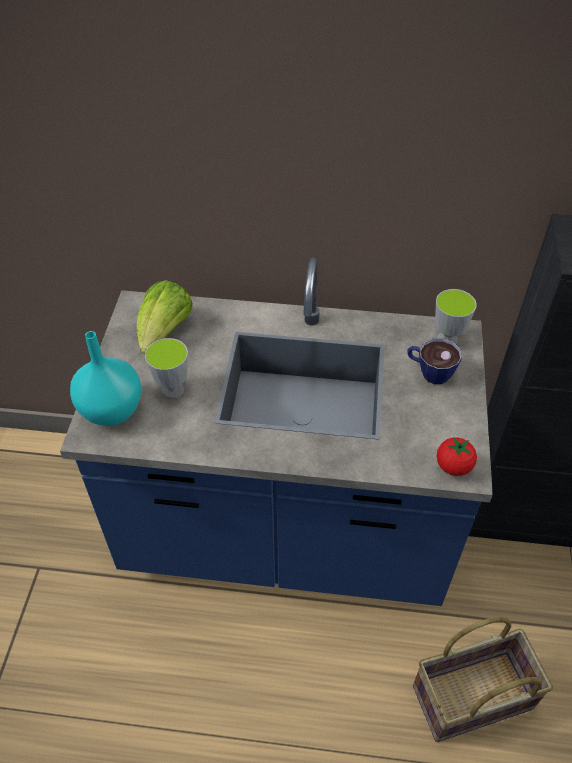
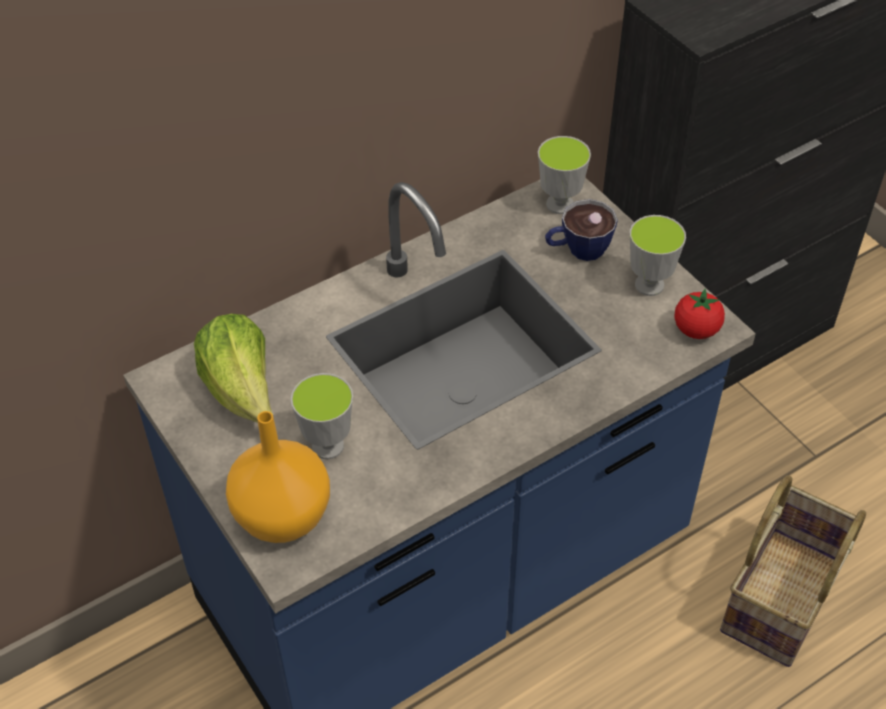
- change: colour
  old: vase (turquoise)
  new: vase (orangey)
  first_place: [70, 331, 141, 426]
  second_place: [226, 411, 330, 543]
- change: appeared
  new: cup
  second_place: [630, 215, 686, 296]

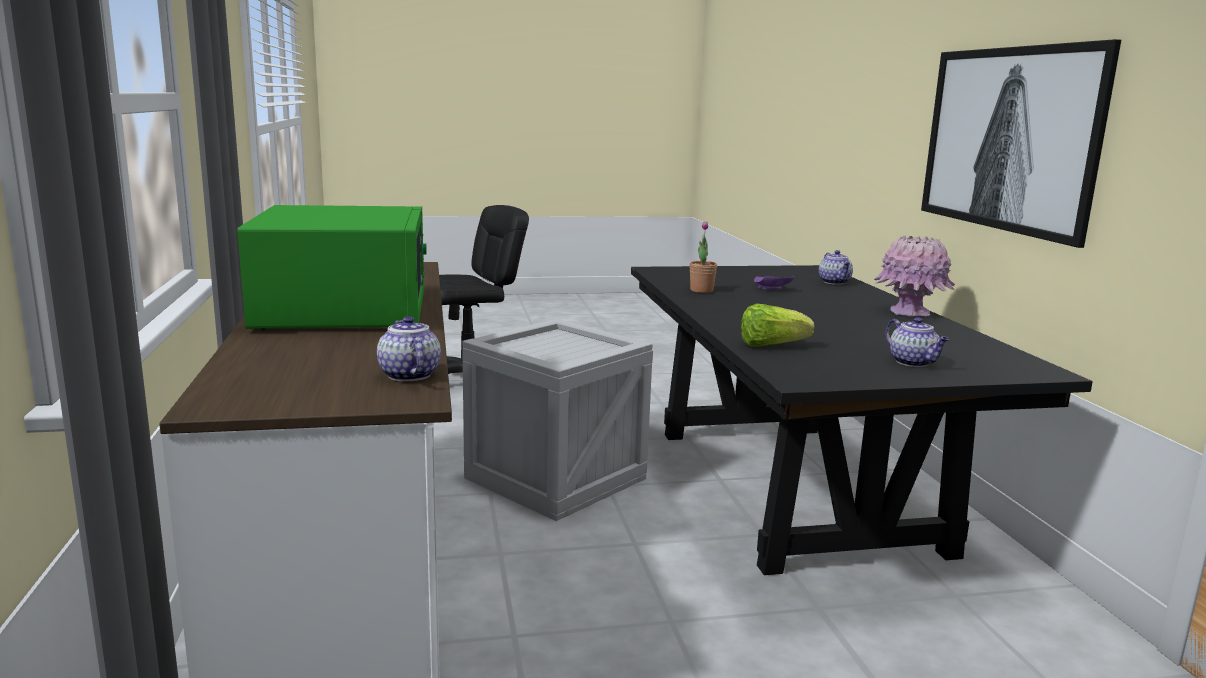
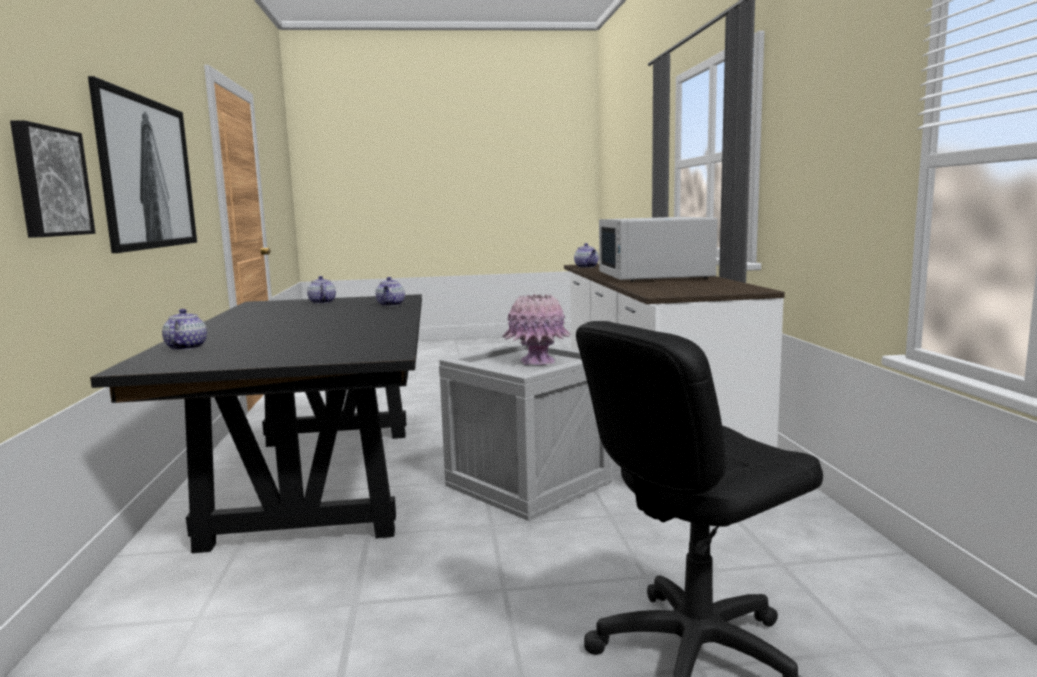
- change: appeared
  new: picture
  second_place: [10, 120, 95, 238]
- change: exchanged
  old: lettuce
  new: pot for tea
  first_place: [741, 304, 815, 347]
  second_place: [376, 277, 405, 306]
- change: relocated
  old: vase (pink)
  first_place: [874, 236, 955, 317]
  second_place: [502, 294, 572, 365]
- change: colour
  old: microwave (green-coloured)
  new: microwave (white-coloured)
  first_place: [237, 205, 427, 330]
  second_place: [599, 217, 717, 282]
- change: missing
  old: houseplant
  first_place: [689, 221, 717, 293]
- change: missing
  old: dinner plate (purple-coloured)
  first_place: [754, 276, 795, 290]

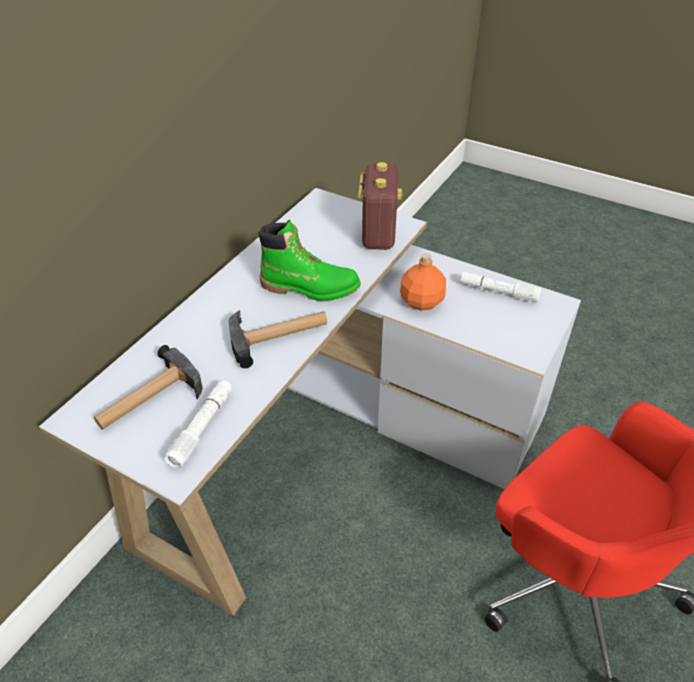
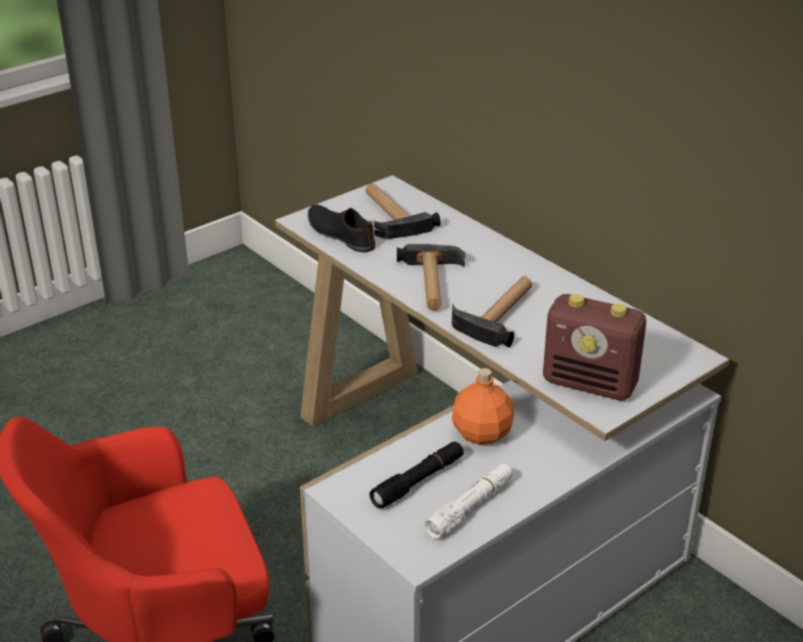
- change: exchanged
  old: hand torch (white-coloured)
  new: low shoe (blackish)
  first_place: [164, 381, 232, 469]
  second_place: [308, 204, 376, 252]
- change: appeared
  new: hand torch (blackish)
  second_place: [370, 442, 464, 509]
- change: exchanged
  old: high-top boot (green-coloured)
  new: hand hammer
  first_place: [258, 220, 361, 301]
  second_place: [452, 276, 532, 347]

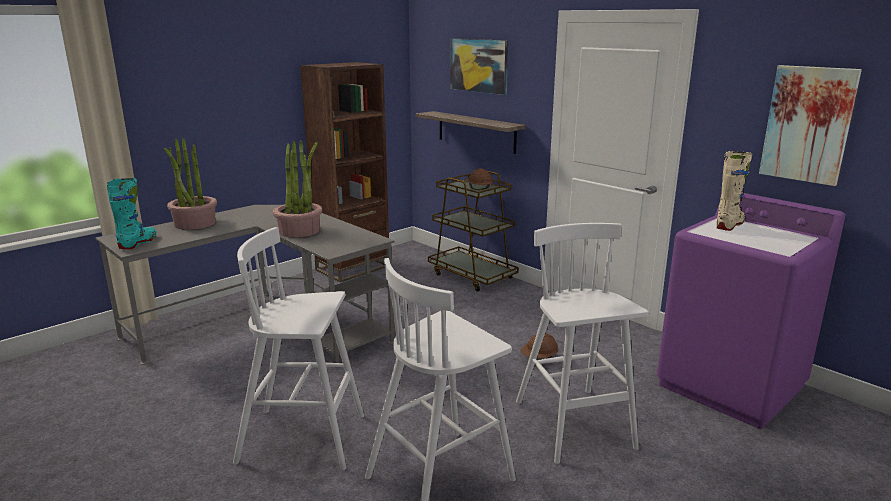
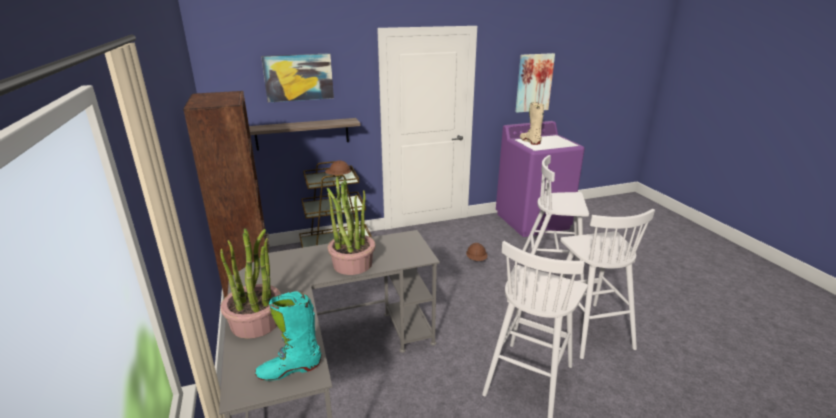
- change: spun
  old: high-top boot (turquoise)
  first_place: [107, 178, 157, 249]
  second_place: [255, 292, 322, 381]
  degrees: -60

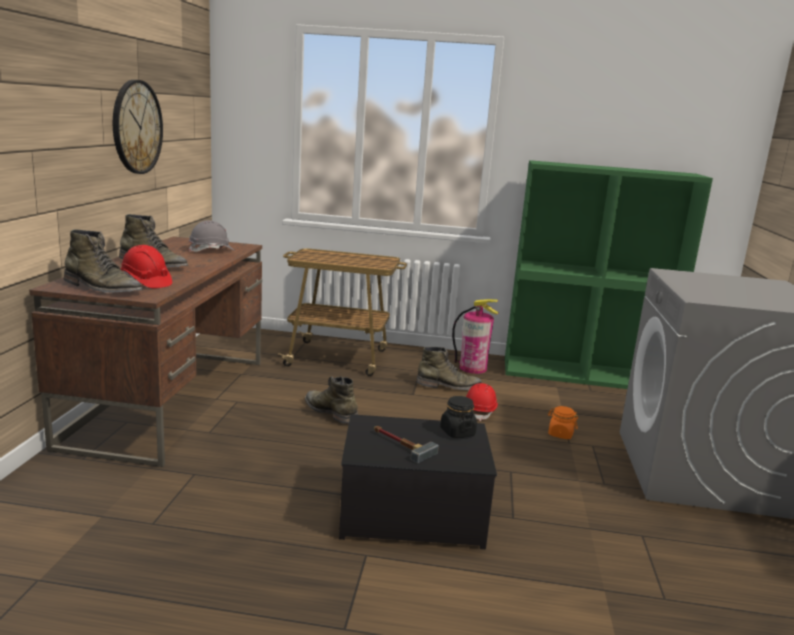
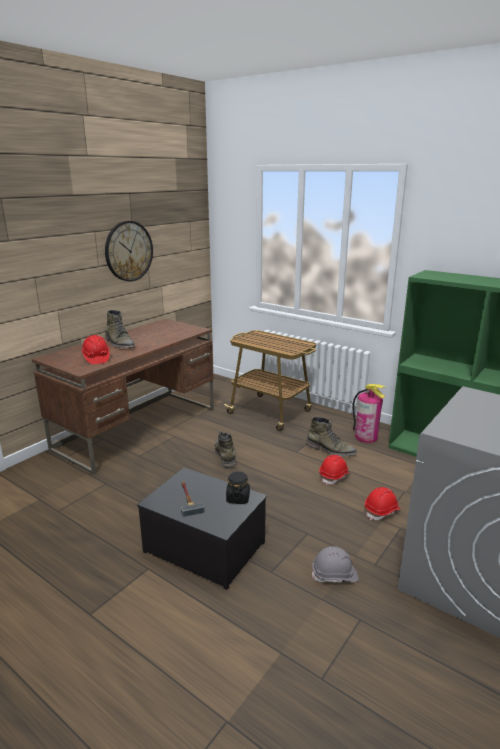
- change: relocated
  old: work helmet (grey)
  first_place: [189, 220, 234, 252]
  second_place: [312, 546, 358, 583]
- change: exchanged
  old: preserve jar (orangey)
  new: work helmet (red)
  first_place: [548, 406, 578, 439]
  second_place: [365, 487, 400, 520]
- change: missing
  old: high-top boot (green-coloured)
  first_place: [64, 229, 143, 293]

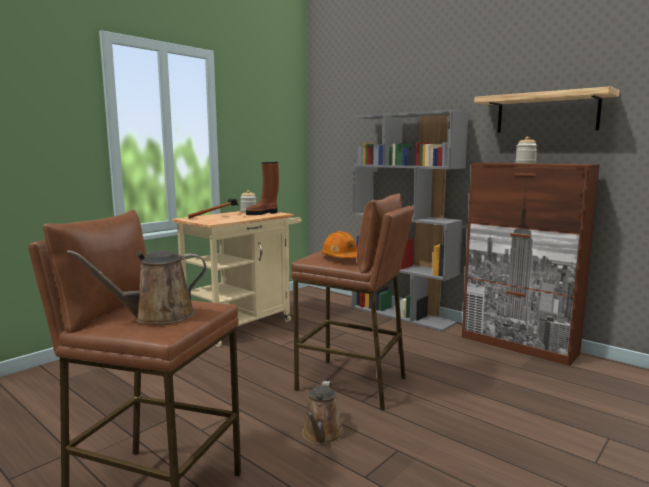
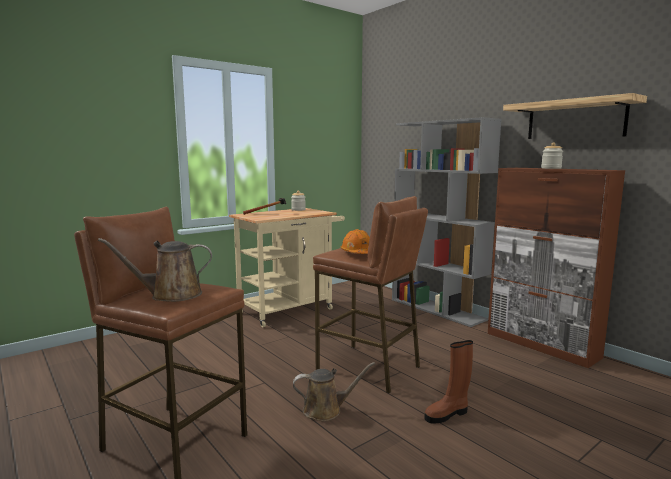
- change: spun
  old: sprinkling can (brownish)
  first_place: [302, 381, 344, 445]
  second_place: [293, 362, 375, 421]
  degrees: -120
- change: relocated
  old: high-top boot (brownish)
  first_place: [246, 162, 279, 215]
  second_place: [424, 340, 473, 424]

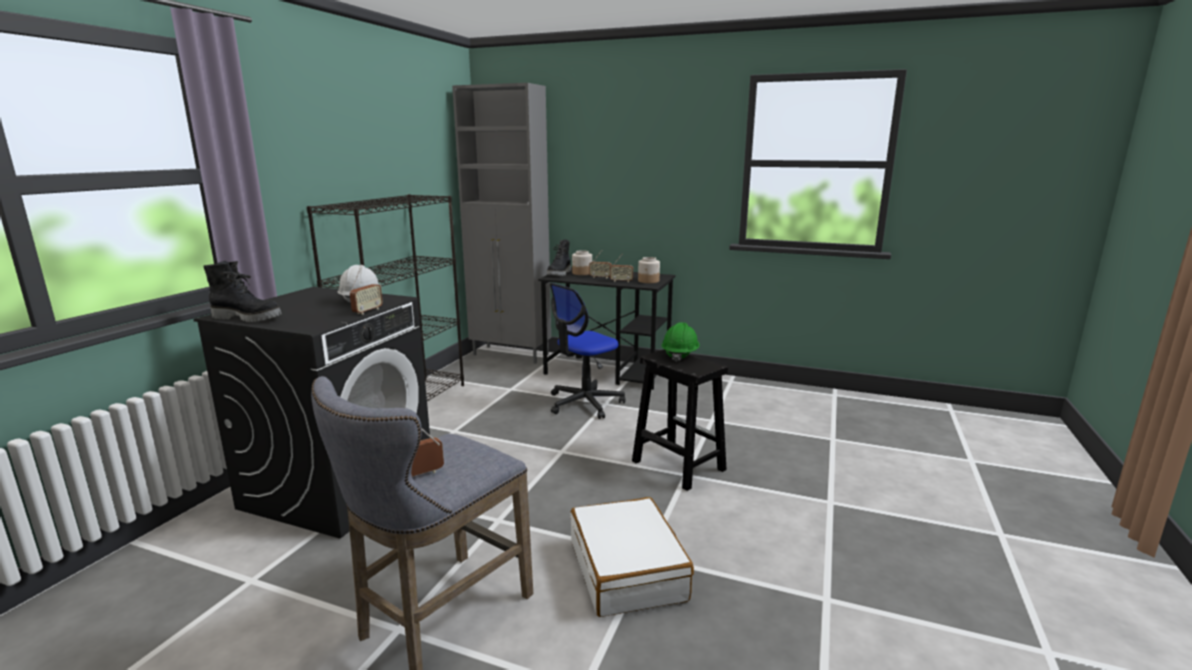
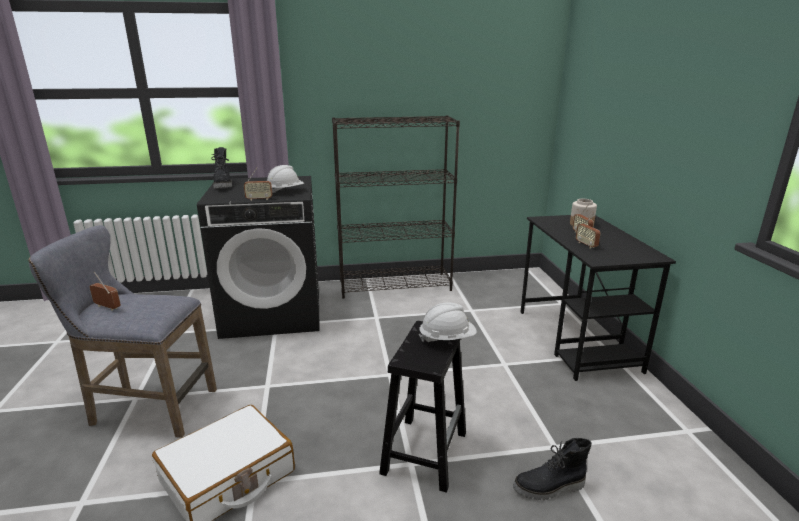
- change: colour
  old: work helmet (green-coloured)
  new: work helmet (white-coloured)
  first_place: [662, 322, 699, 362]
  second_place: [419, 302, 477, 342]
- change: relocated
  old: high-top boot (blackish)
  first_place: [547, 239, 571, 276]
  second_place: [513, 438, 592, 500]
- change: missing
  old: storage cabinet (grey)
  first_place: [452, 83, 551, 364]
- change: missing
  old: desk chair
  first_place: [550, 283, 625, 419]
- change: missing
  old: preserve jar
  first_place: [638, 257, 660, 283]

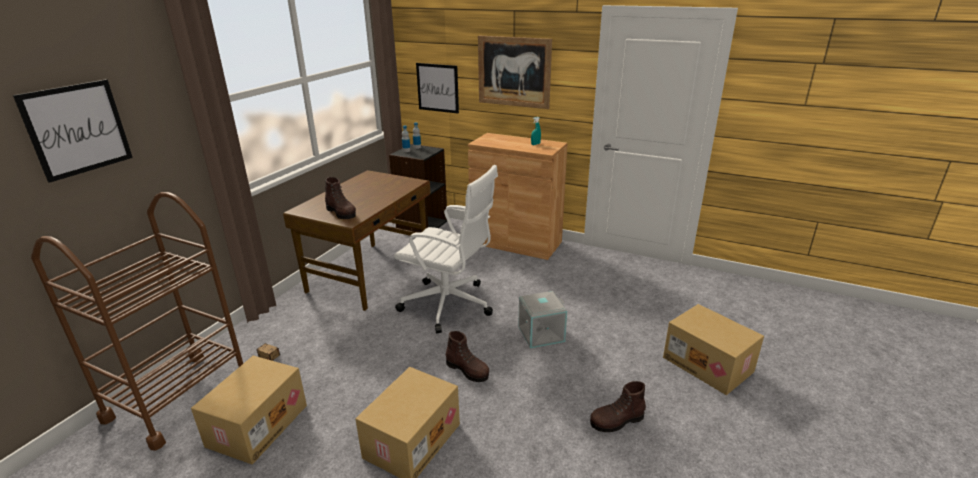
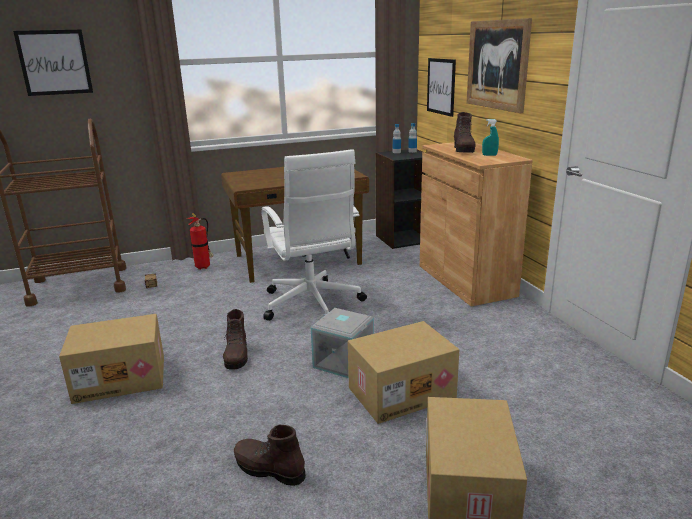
- change: appeared
  new: extinguisher
  second_place: [187, 213, 213, 270]
- change: relocated
  old: packing box
  first_place: [191, 356, 307, 464]
  second_place: [348, 321, 459, 424]
- change: relocated
  old: high-top boot (brownish)
  first_place: [325, 177, 356, 219]
  second_place: [453, 112, 476, 153]

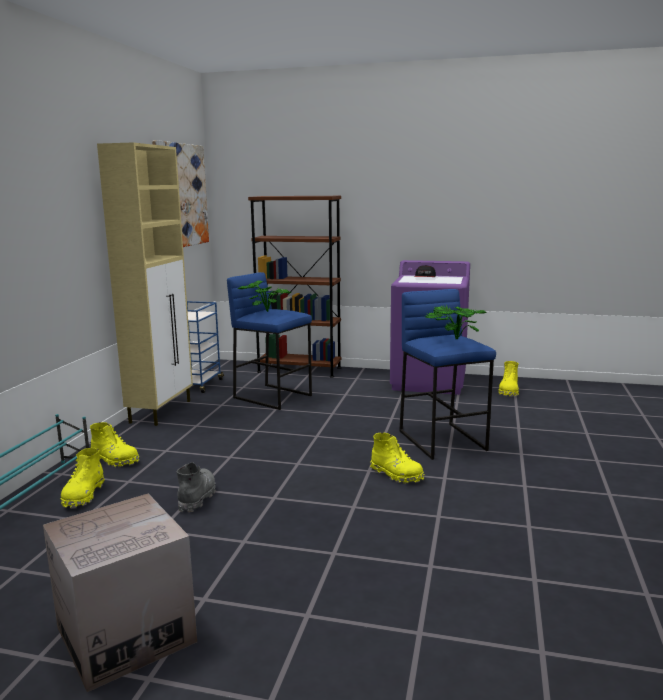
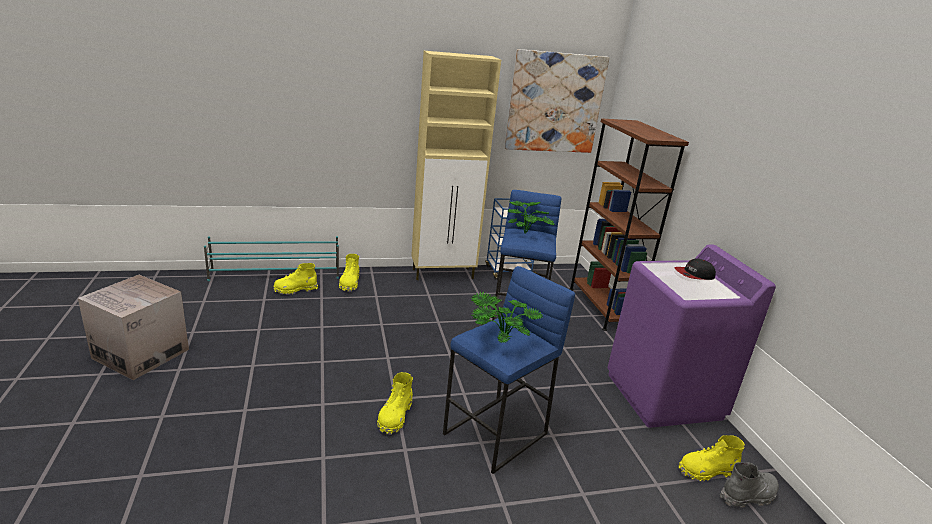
- change: relocated
  old: high-top boot (grey)
  first_place: [177, 462, 216, 512]
  second_place: [720, 462, 779, 508]

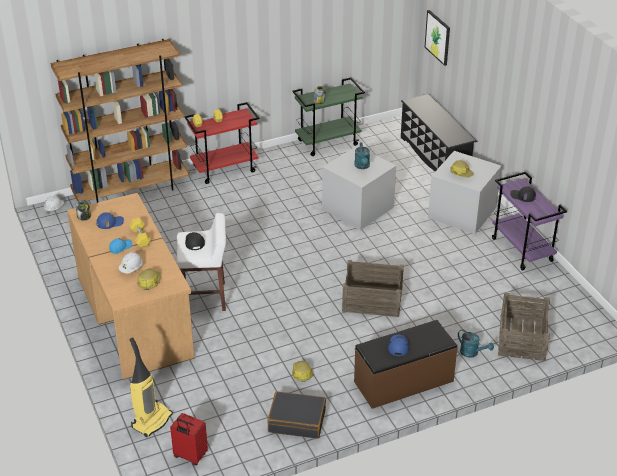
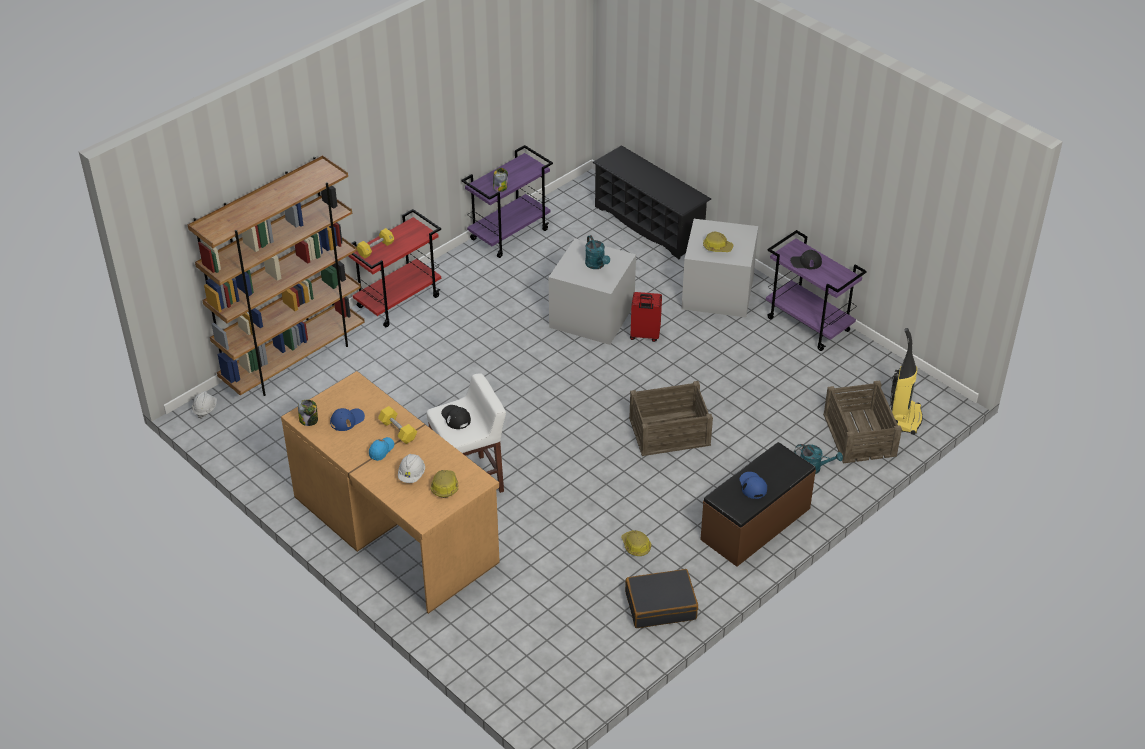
- change: colour
  old: cart (green-coloured)
  new: cart (purple-coloured)
  first_place: [292, 77, 365, 156]
  second_place: [461, 145, 553, 258]
- change: relocated
  old: suitcase (red)
  first_place: [170, 413, 208, 465]
  second_place: [630, 292, 662, 342]
- change: relocated
  old: hoover
  first_place: [129, 337, 173, 437]
  second_place: [890, 328, 923, 435]
- change: missing
  old: picture
  first_place: [425, 10, 450, 66]

